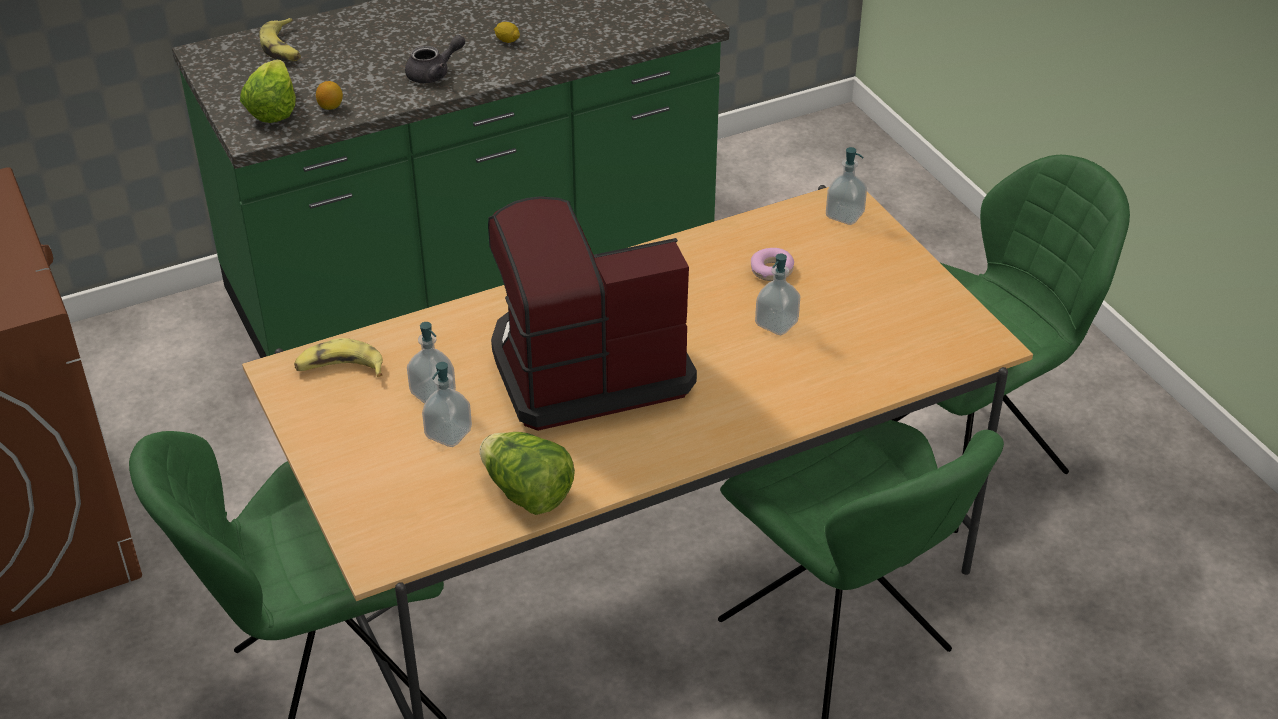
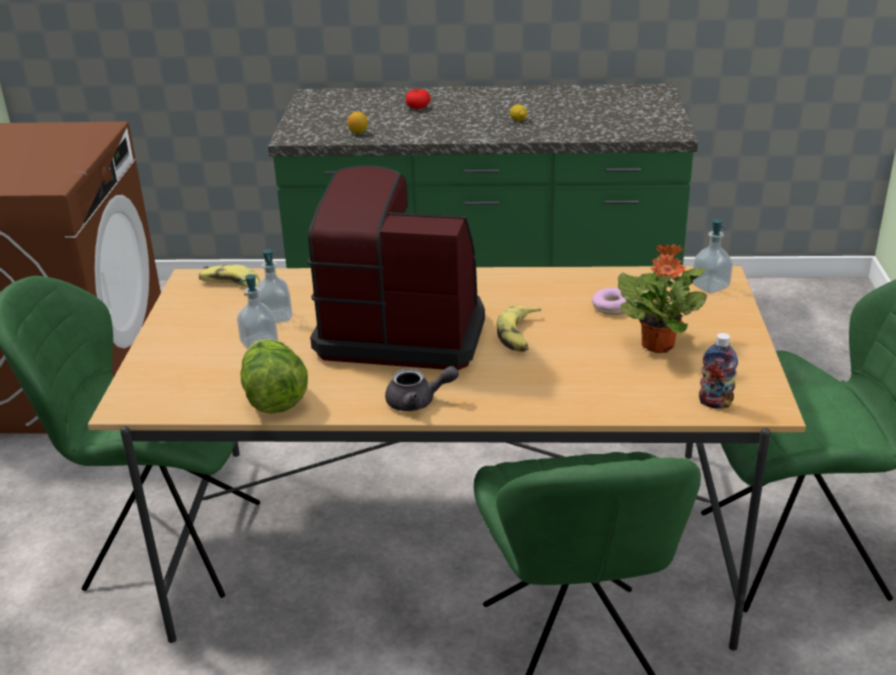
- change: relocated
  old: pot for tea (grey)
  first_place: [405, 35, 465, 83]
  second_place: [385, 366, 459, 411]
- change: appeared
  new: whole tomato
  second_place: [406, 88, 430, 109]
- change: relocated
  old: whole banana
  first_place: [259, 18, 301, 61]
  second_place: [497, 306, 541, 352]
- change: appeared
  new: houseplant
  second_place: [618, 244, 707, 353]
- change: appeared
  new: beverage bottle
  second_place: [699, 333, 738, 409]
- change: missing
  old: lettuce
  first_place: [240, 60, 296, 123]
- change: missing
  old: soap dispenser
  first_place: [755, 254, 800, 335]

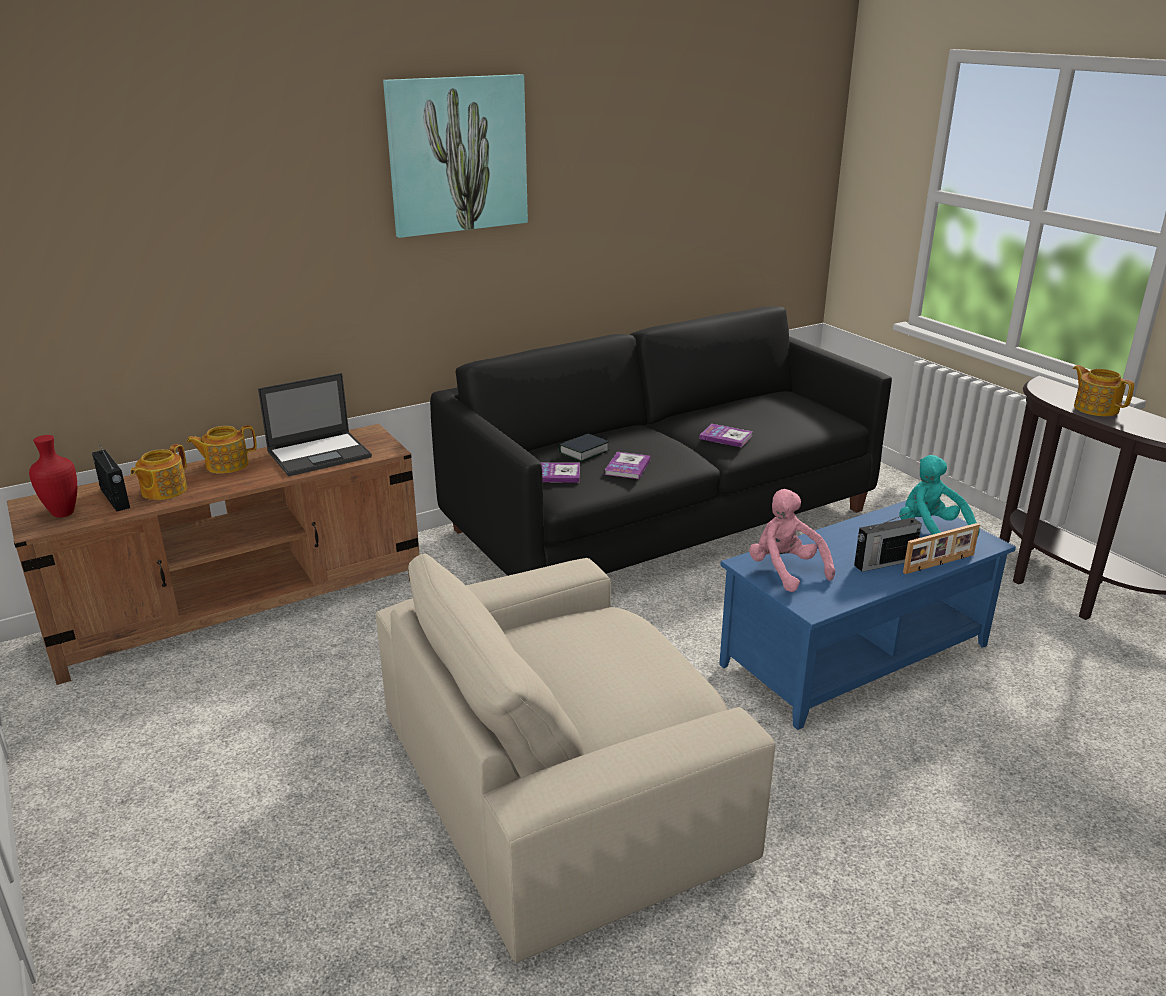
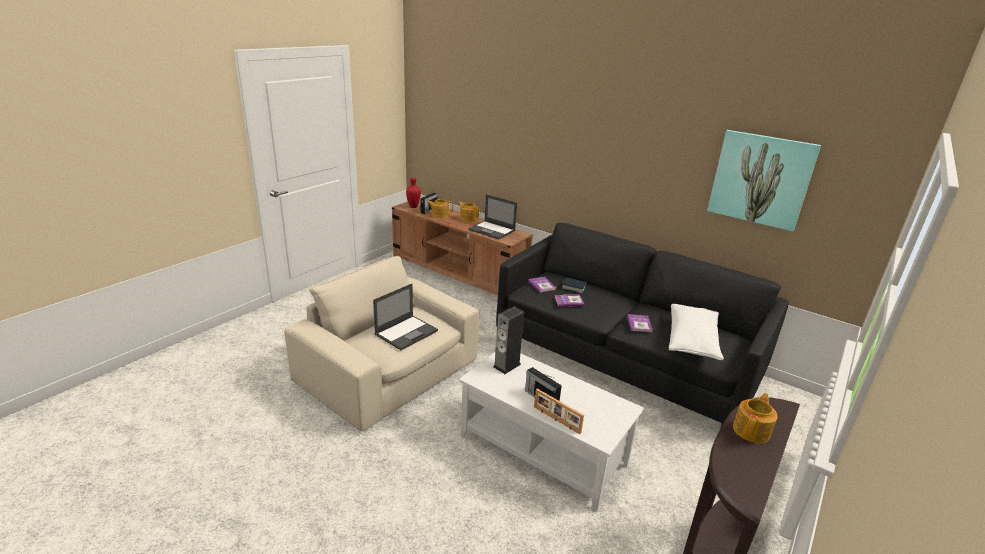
- change: appeared
  new: notebook computer
  second_place: [373, 284, 438, 350]
- change: colour
  old: lounge table (blue)
  new: lounge table (white-coloured)
  first_place: [719, 500, 1016, 730]
  second_place: [459, 351, 644, 511]
- change: exchanged
  old: cuddly toy (pink)
  new: audio speaker
  first_place: [749, 489, 835, 592]
  second_place: [493, 307, 524, 374]
- change: appeared
  new: cushion (white-coloured)
  second_place: [669, 304, 724, 360]
- change: relocated
  old: picture
  first_place: [383, 74, 528, 238]
  second_place: [707, 130, 821, 231]
- change: missing
  old: cuddly toy (turquoise)
  first_place: [899, 455, 980, 535]

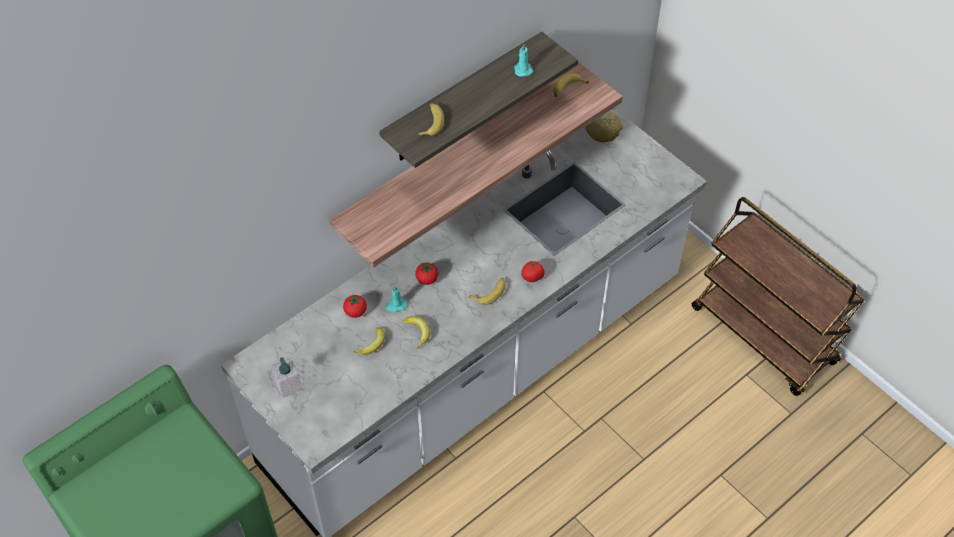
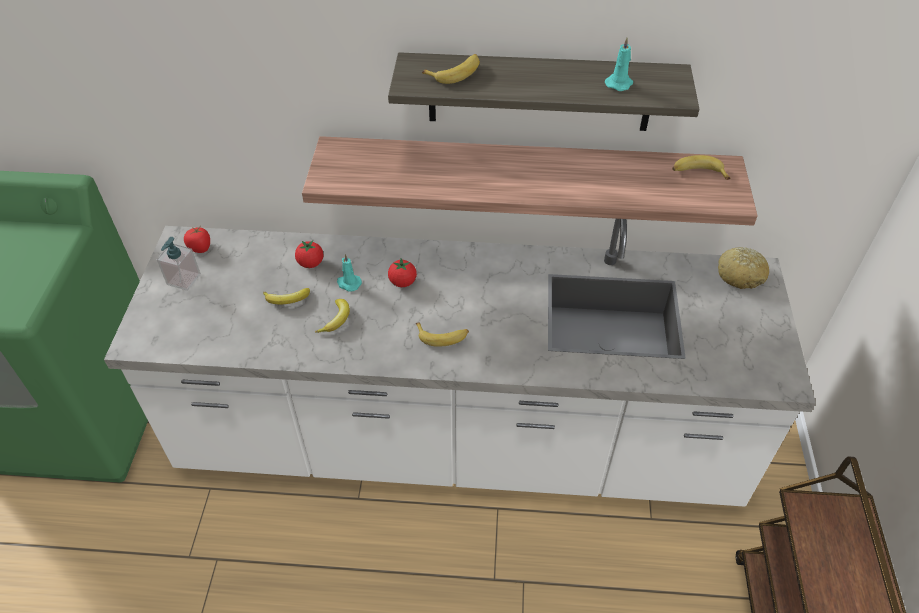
- change: relocated
  old: whole tomato
  first_place: [521, 261, 545, 282]
  second_place: [184, 227, 210, 253]

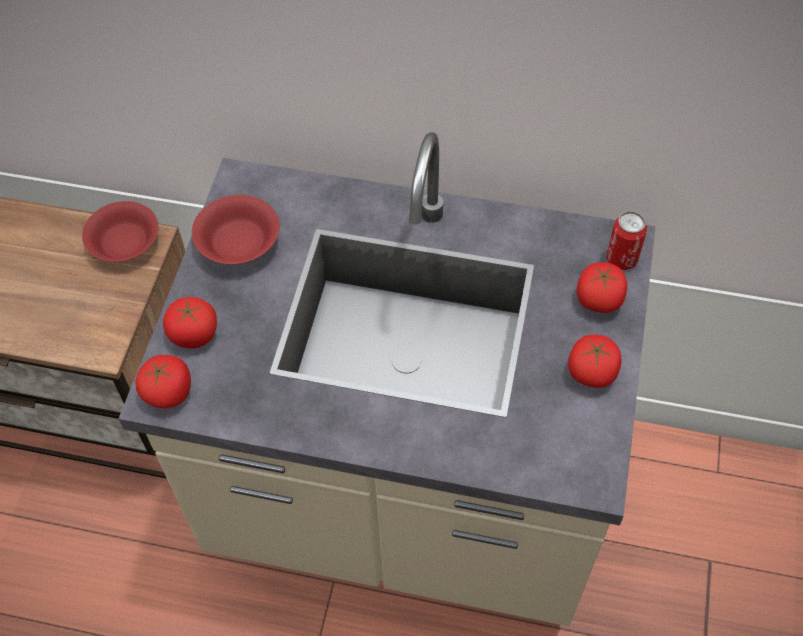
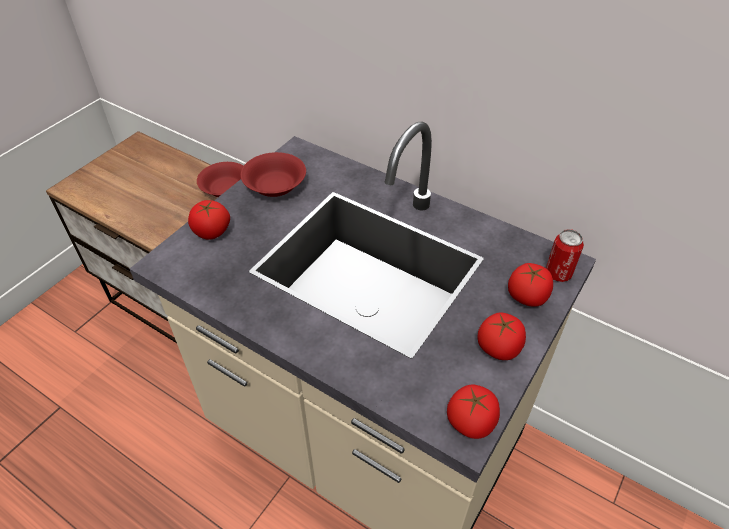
- change: relocated
  old: whole tomato
  first_place: [135, 355, 191, 409]
  second_place: [447, 385, 500, 439]

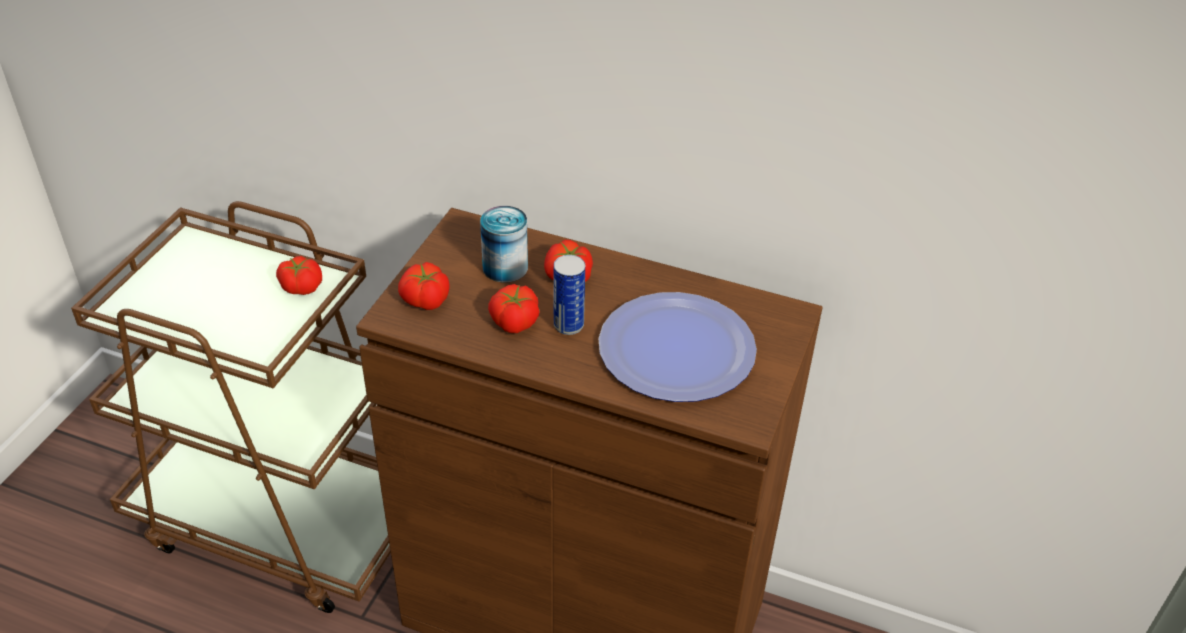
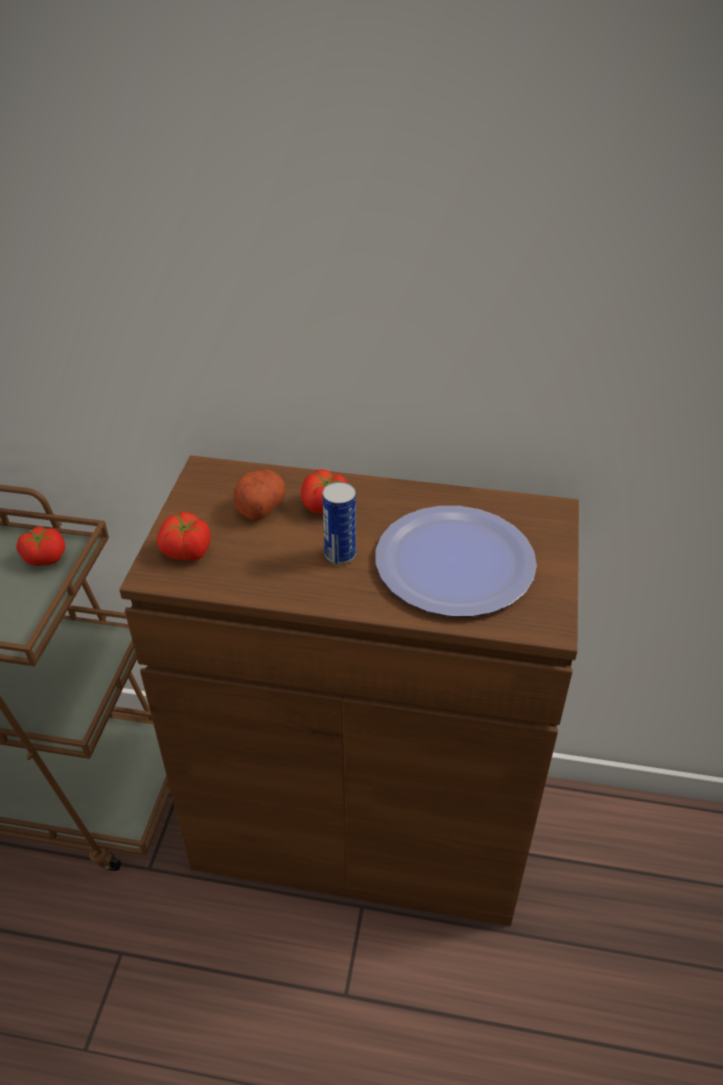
- change: exchanged
  old: sealed can
  new: whole potato
  first_place: [480, 206, 528, 282]
  second_place: [234, 470, 286, 521]
- change: missing
  old: whole tomato
  first_place: [488, 284, 539, 333]

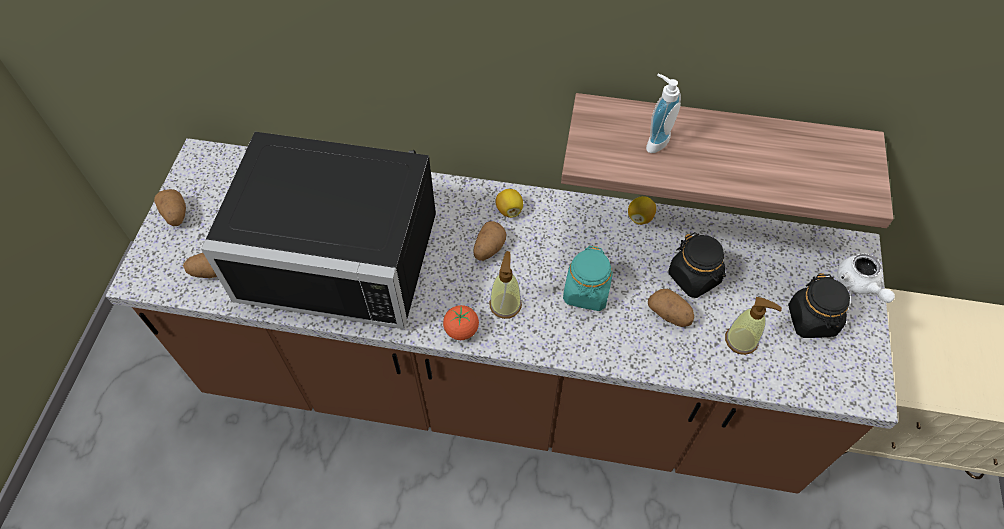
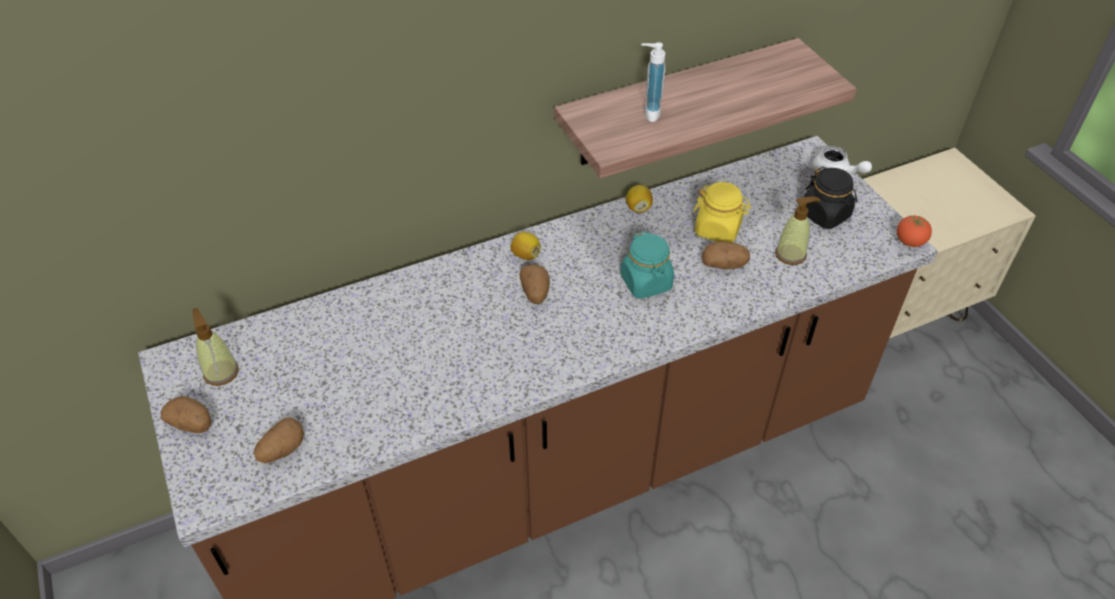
- change: relocated
  old: soap dispenser
  first_place: [489, 251, 522, 319]
  second_place: [193, 308, 239, 386]
- change: colour
  old: preserve jar (blackish)
  new: preserve jar (yellow-coloured)
  first_place: [669, 232, 726, 298]
  second_place: [693, 182, 751, 243]
- change: relocated
  old: whole tomato
  first_place: [443, 305, 479, 340]
  second_place: [897, 216, 932, 247]
- change: missing
  old: microwave (blackish)
  first_place: [201, 132, 436, 329]

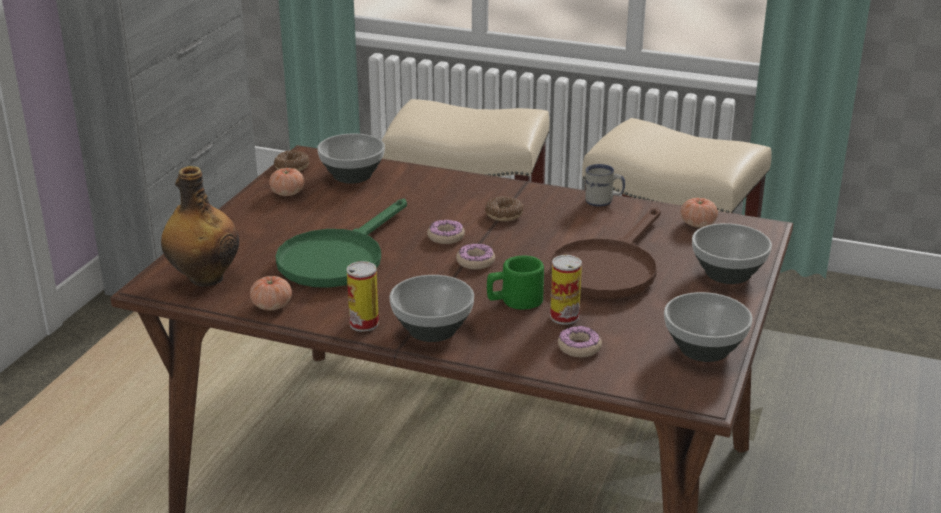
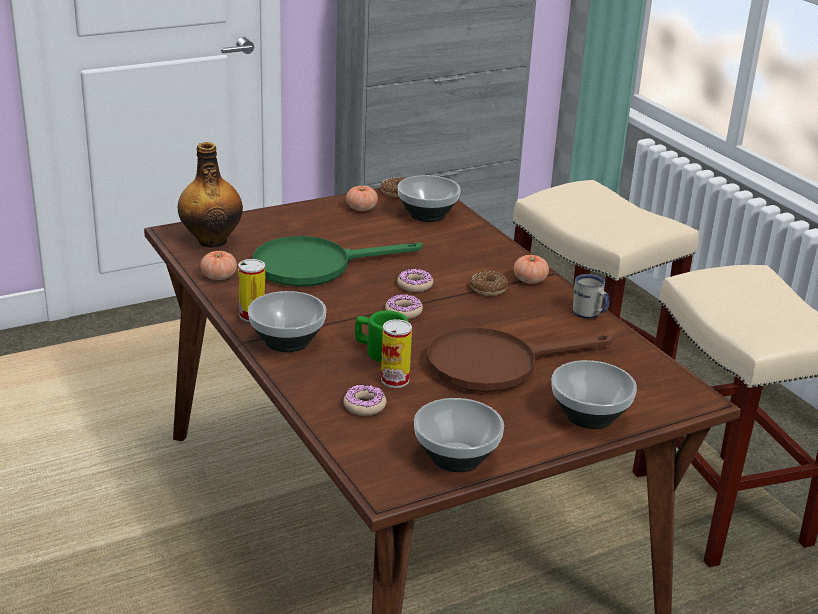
- change: relocated
  old: whole tomato
  first_place: [681, 198, 718, 228]
  second_place: [514, 255, 549, 284]

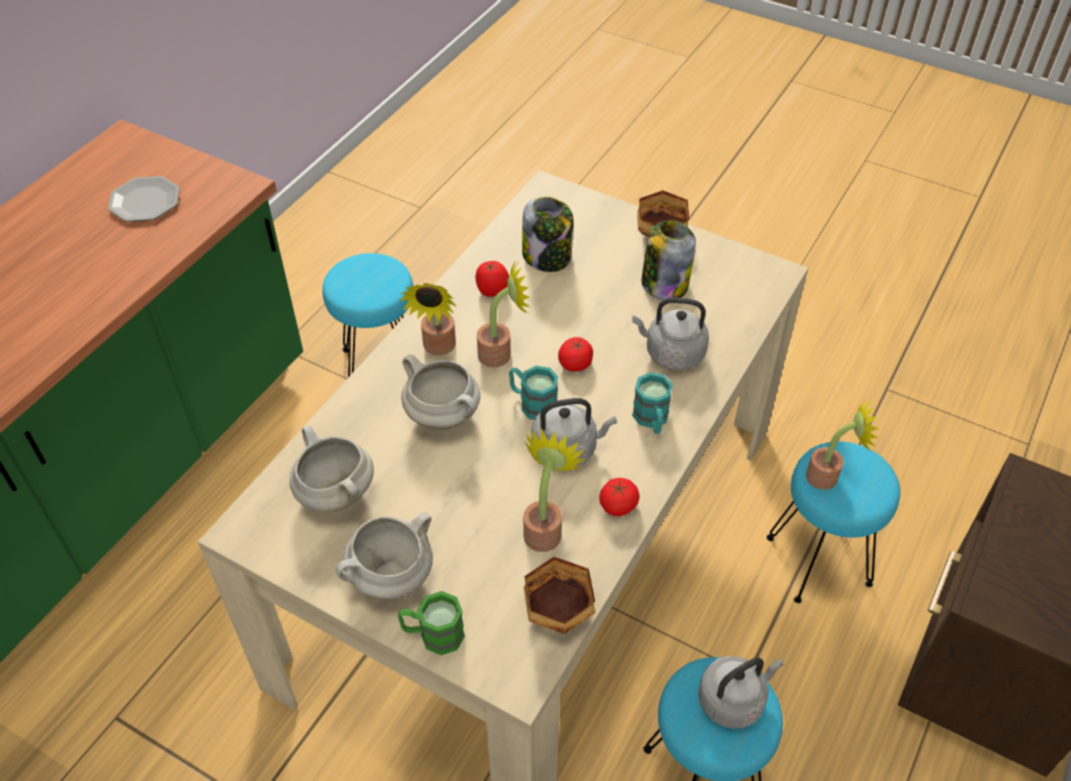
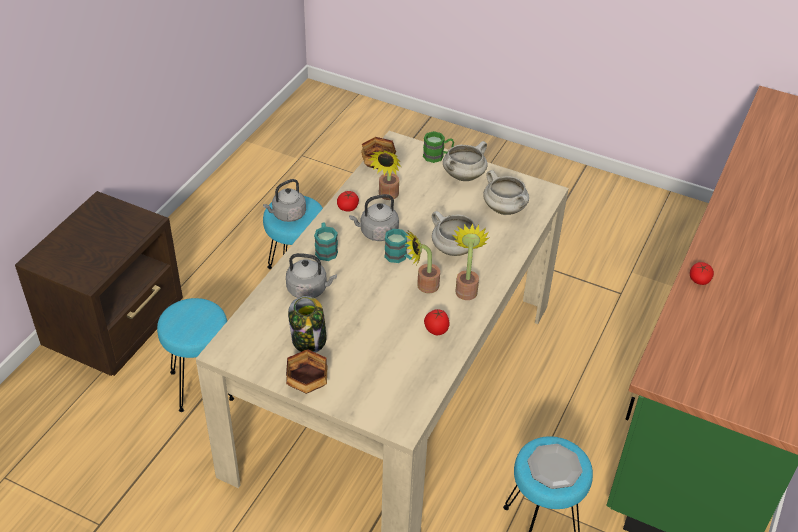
- change: relocated
  old: dinner plate
  first_place: [108, 176, 180, 222]
  second_place: [528, 444, 583, 489]
- change: relocated
  old: whole tomato
  first_place: [558, 337, 593, 372]
  second_place: [690, 262, 714, 285]
- change: missing
  old: preserve jar
  first_place: [522, 197, 573, 272]
- change: missing
  old: houseplant
  first_place: [806, 399, 878, 490]

